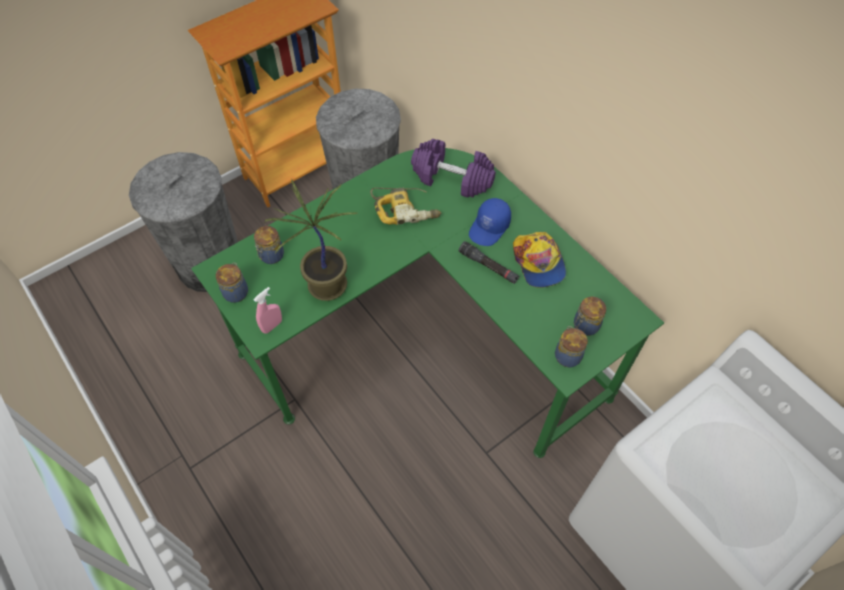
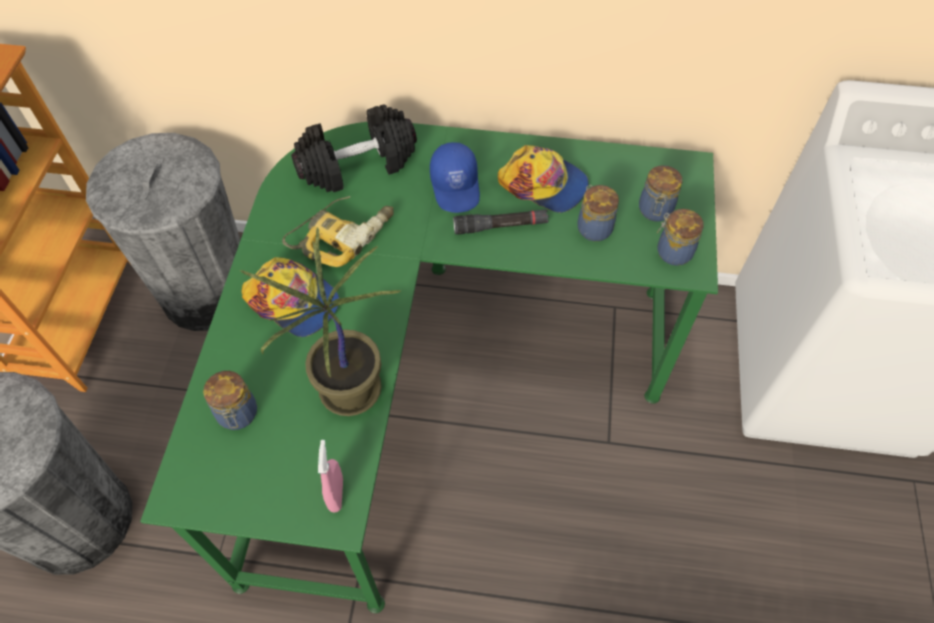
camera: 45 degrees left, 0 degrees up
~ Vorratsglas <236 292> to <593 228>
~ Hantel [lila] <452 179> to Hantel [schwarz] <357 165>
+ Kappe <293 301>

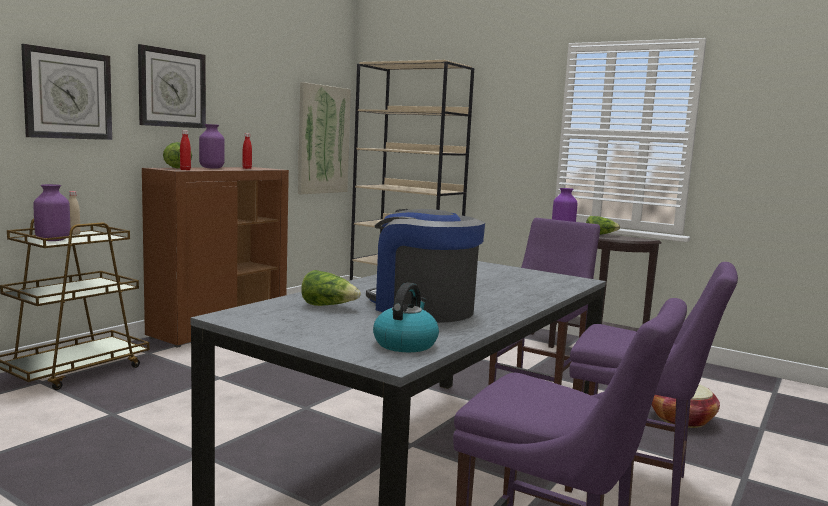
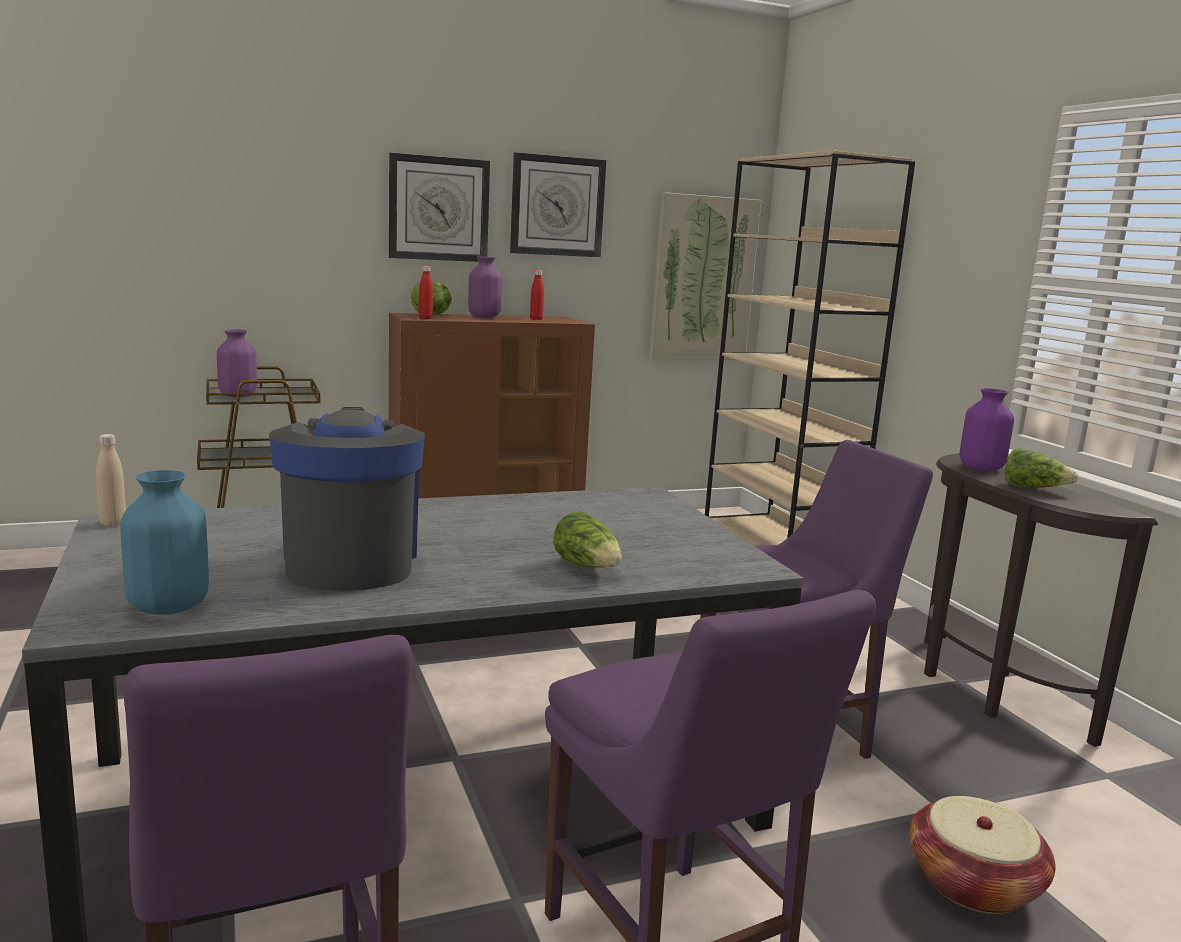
camera: 35 degrees right, 5 degrees up
~ Wanduhr <68 94> to <557 206>
~ Flasche [beige] <74 234> to <113 524>
~ Salatkopf <328 306> to <588 567>
~ Wasserkessel <405 344> to Vase [blau] <167 606>

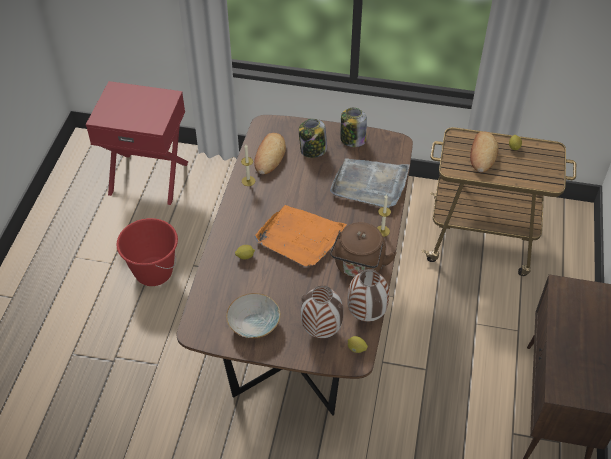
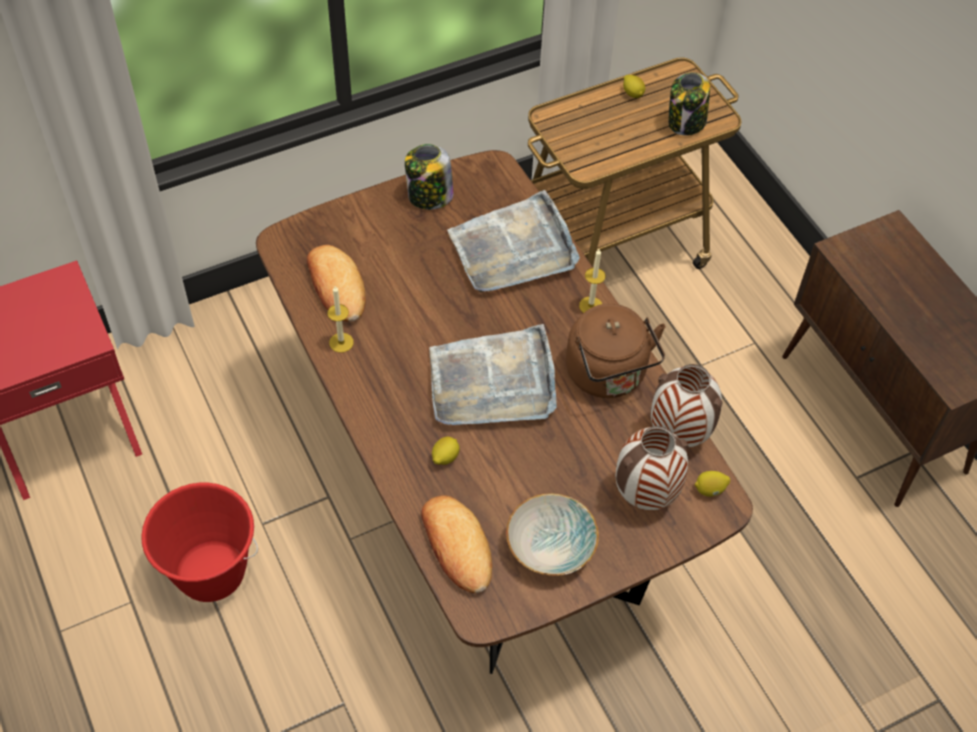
camera: 40 degrees left, 5 degrees up
~ Tablett [orange] <300 237> to Tablett [grau] <493 382>
~ Vorratsglas <313 150> to <686 122>
~ Brot <482 154> to <456 547>

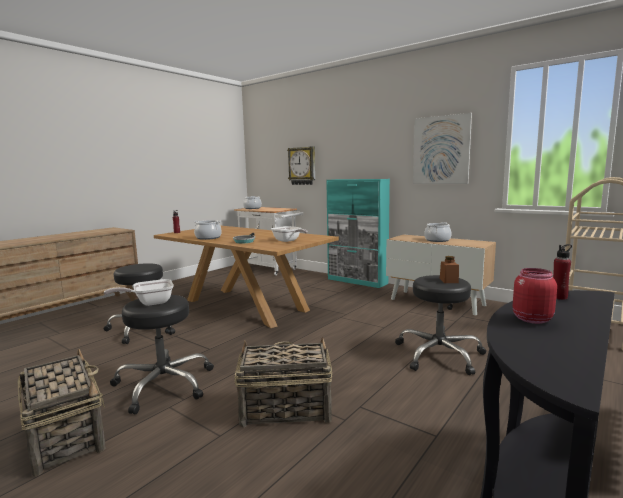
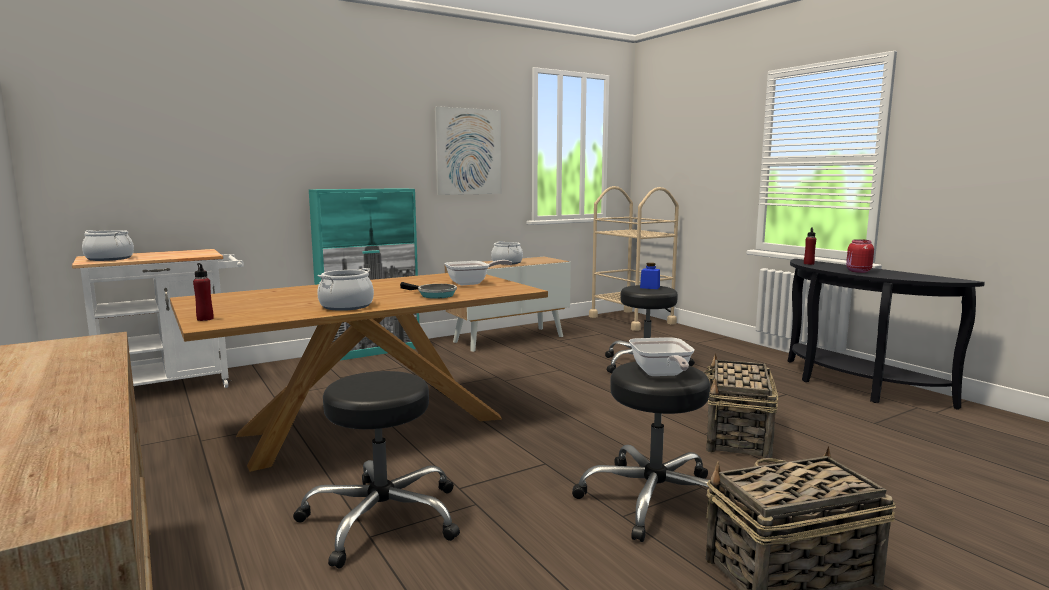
camera: 70 degrees left, 0 degrees up
- Wanduhr <302 166>
~ Vorratsglas [braun] <449 280> to Vorratsglas [blau] <650 287>

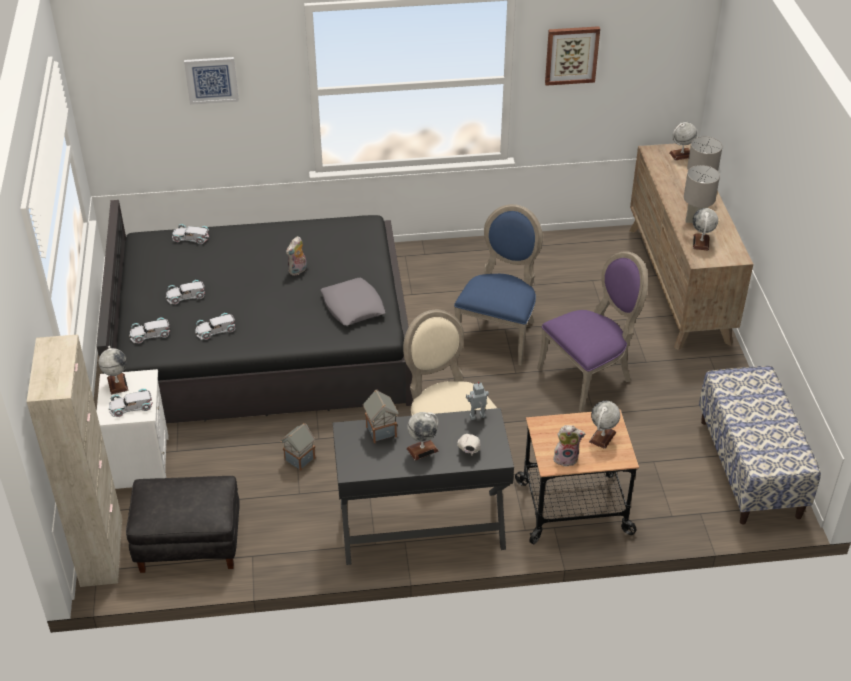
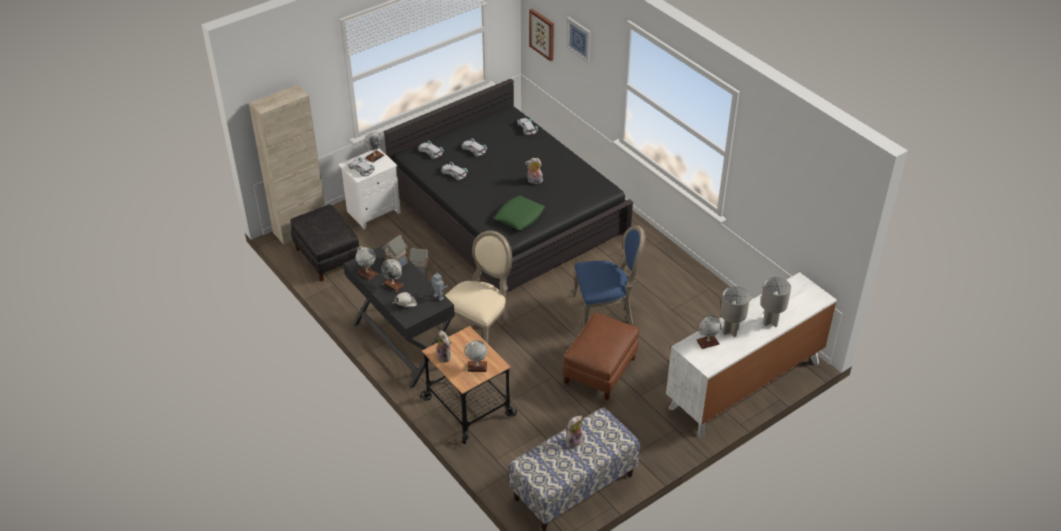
camera: 60 degrees right, 0 degrees up
~ Kissen [grau] <352 306> to Kissen [grün] <519 216>
~ Stuhl [lila] <589 375> to Polsterhocker [braun] <600 371>
~ Bild <571 55> to <542 34>
~ Kommode [braun] <679 284> to Kommode [weiß] <744 385>
~ Globus <681 155> to <367 273>
+ Plüschtier <573 441>

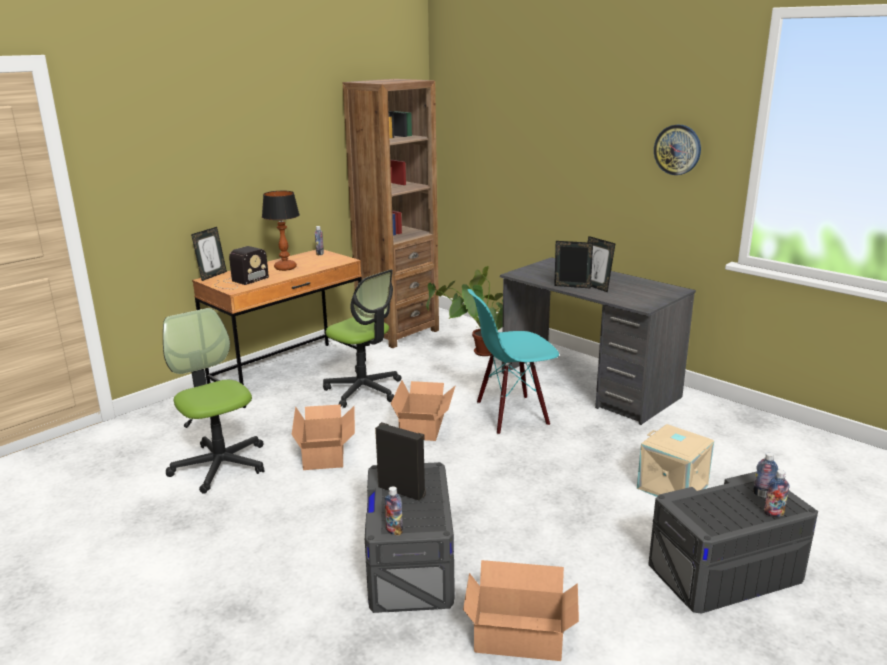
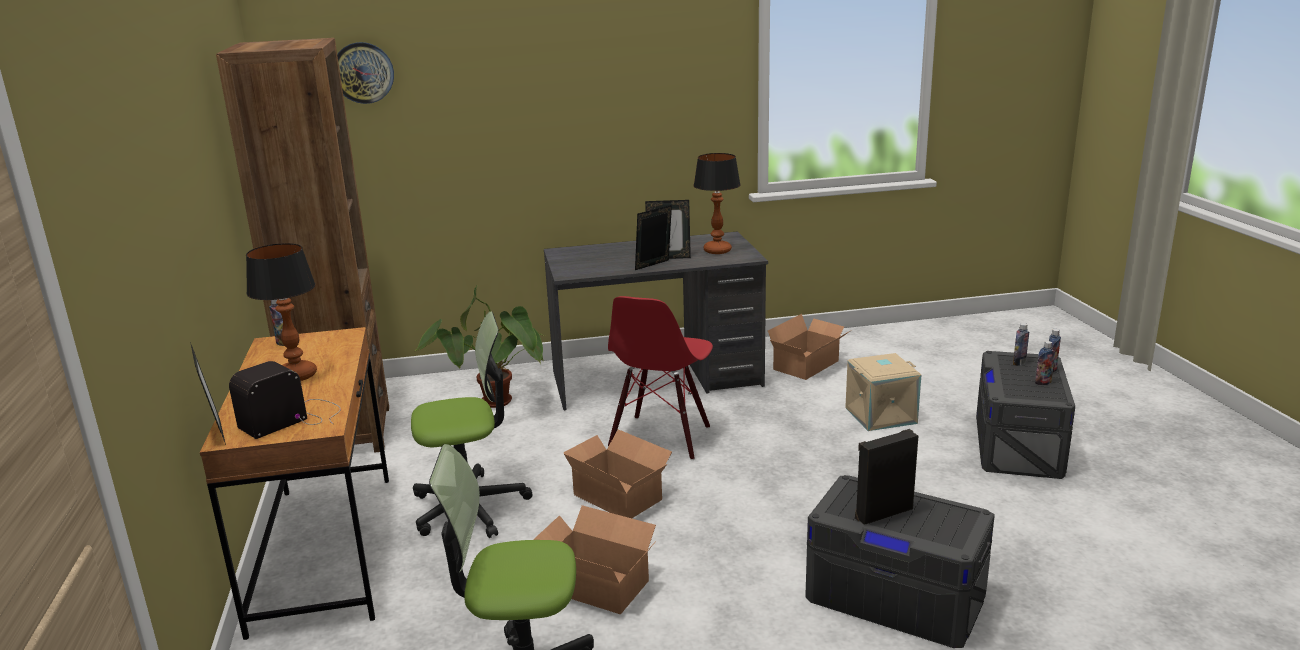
camera: 55 degrees left, 0 degrees up
~ Radio <239 282> = <294 417> 120 degrees counterclockwise
~ Flasche <394 531> to <1043 383>
~ Karton <520 638> to <809 365>
~ Stuhl [türkis] <511 414> to Stuhl [rot] <661 438>
~ Wanduhr <677 149> to <363 72>
+ Tischlampe <717 251>

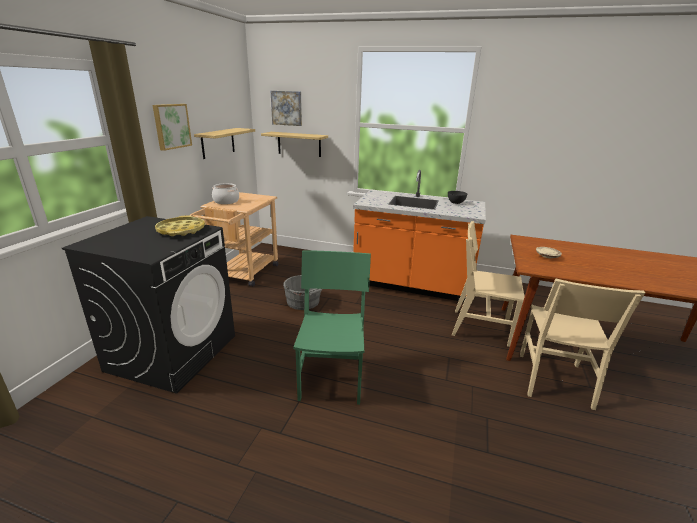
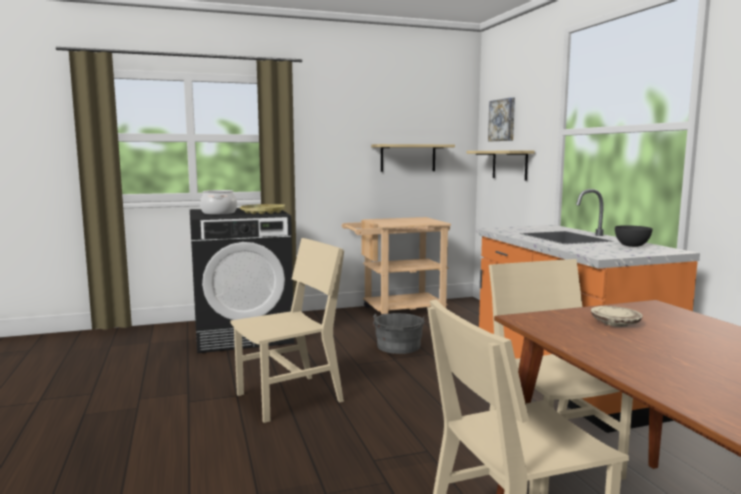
camera: 55 degrees right, 15 degrees down
- Bild <171 126>
~ Kochtopf <226 201> to <219 213>
~ Stuhl [grün] <332 377> to Stuhl [beige] <289 398>

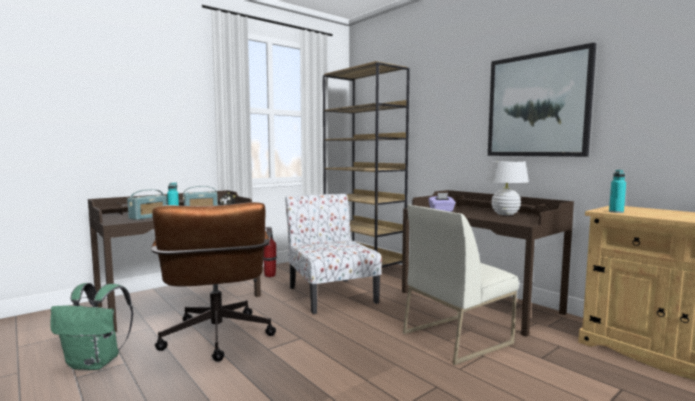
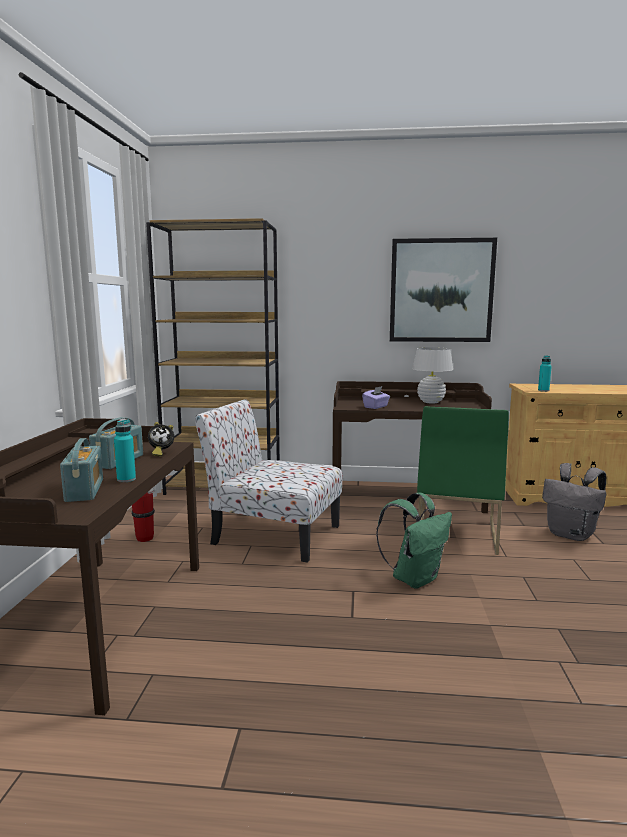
camera: 45 degrees left, 5 degrees up
~ Rucksack [grün] <96 363> to <415 578>
- Bürostuhl [braun] <217 340>
~ Stuhl [weiß] <456 337> to Stuhl [grün] <455 532>
+ Rucksack [grau] <571 535>

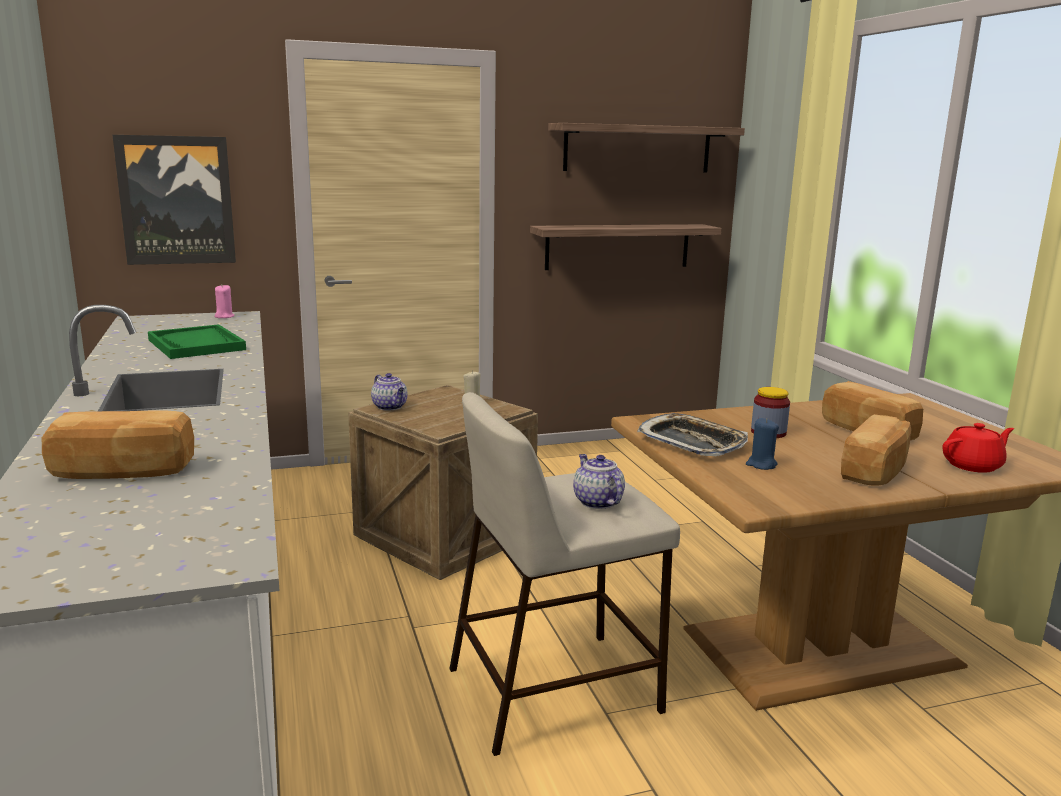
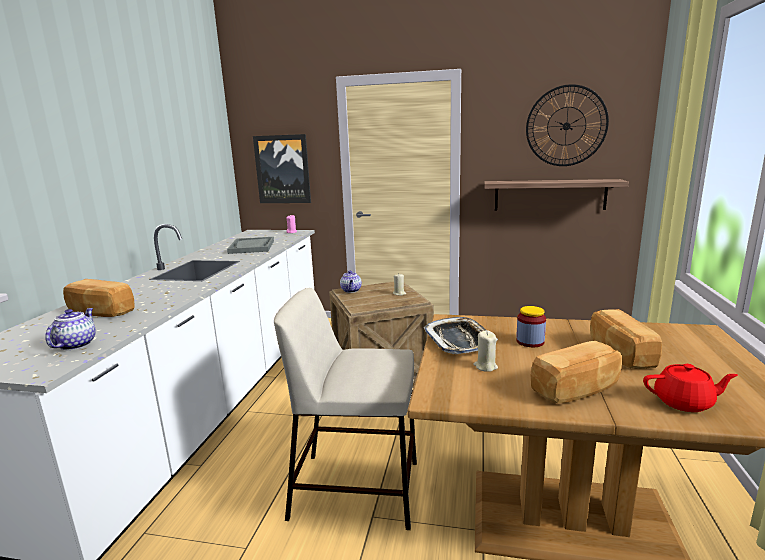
camera: 30 degrees right, 0 degrees up
~ Tablett [grün] <196 345> to Tablett [grau] <252 247>
~ Wandregal <637 148> to Wanduhr <566 126>
~ Teekanne <596 502> to <76 344>
~ Kerze [blau] <761 465> to Kerze [beige] <485 366>

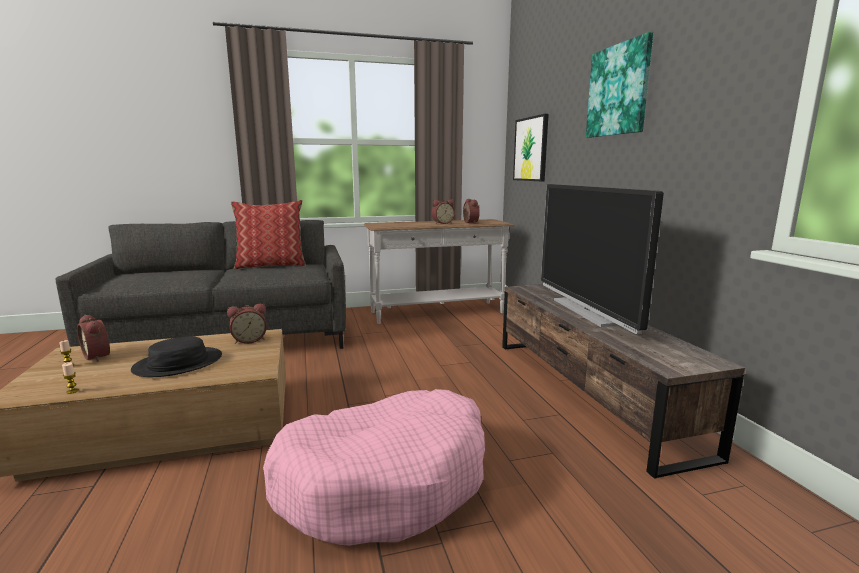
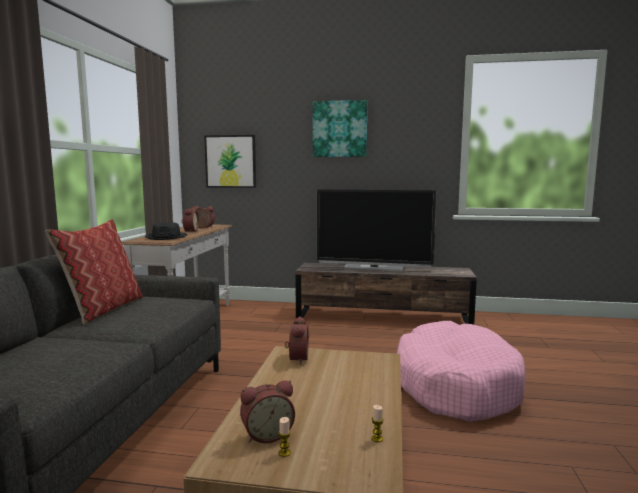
camera: 65 degrees left, 5 degrees down
~ Hut [schwarz] <178 364> to <166 237>

